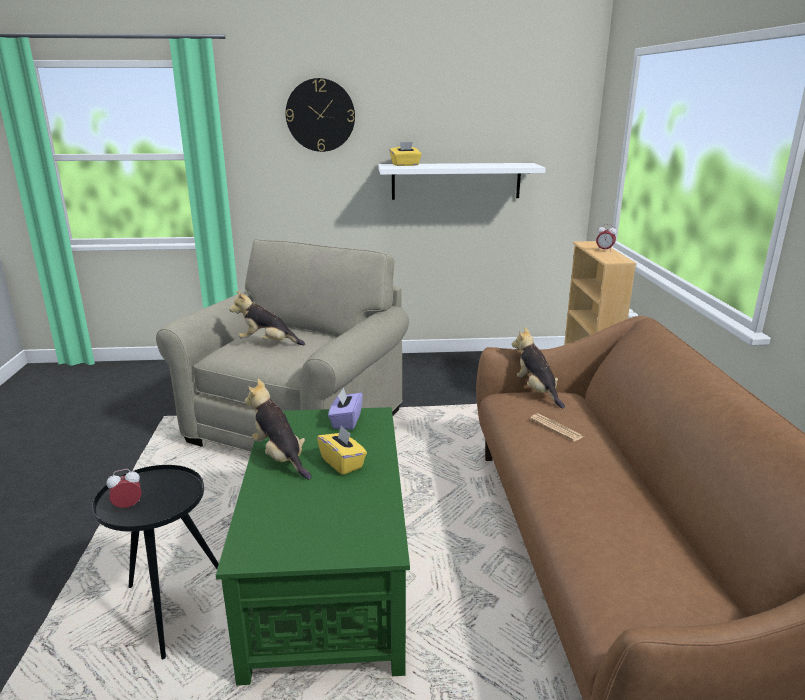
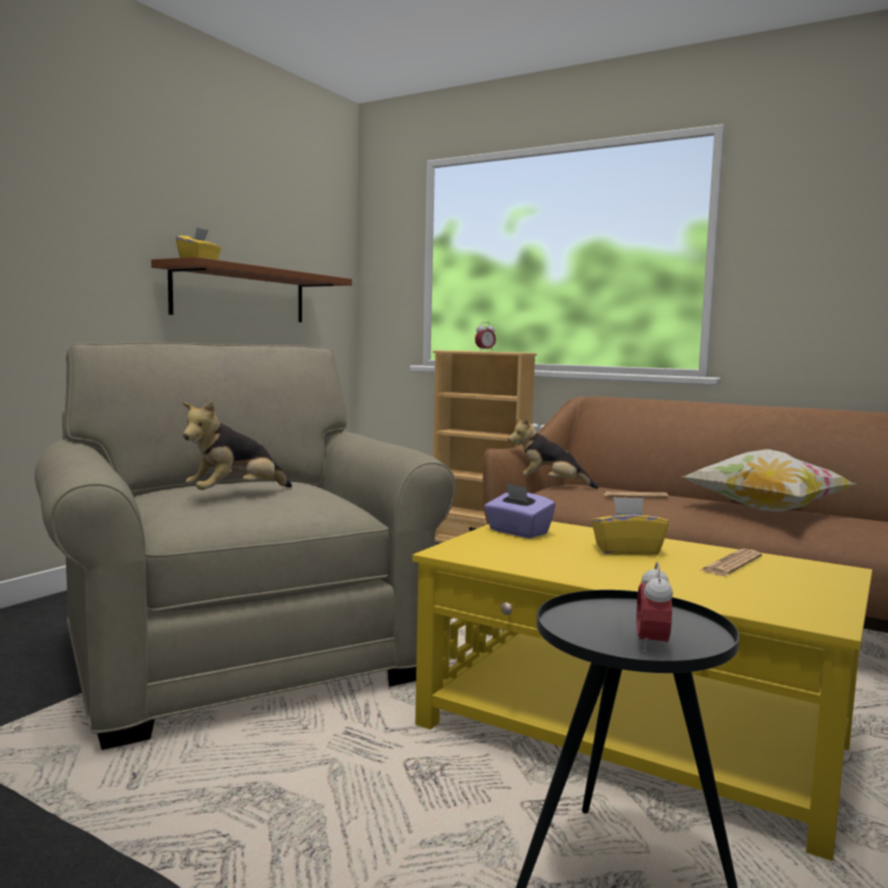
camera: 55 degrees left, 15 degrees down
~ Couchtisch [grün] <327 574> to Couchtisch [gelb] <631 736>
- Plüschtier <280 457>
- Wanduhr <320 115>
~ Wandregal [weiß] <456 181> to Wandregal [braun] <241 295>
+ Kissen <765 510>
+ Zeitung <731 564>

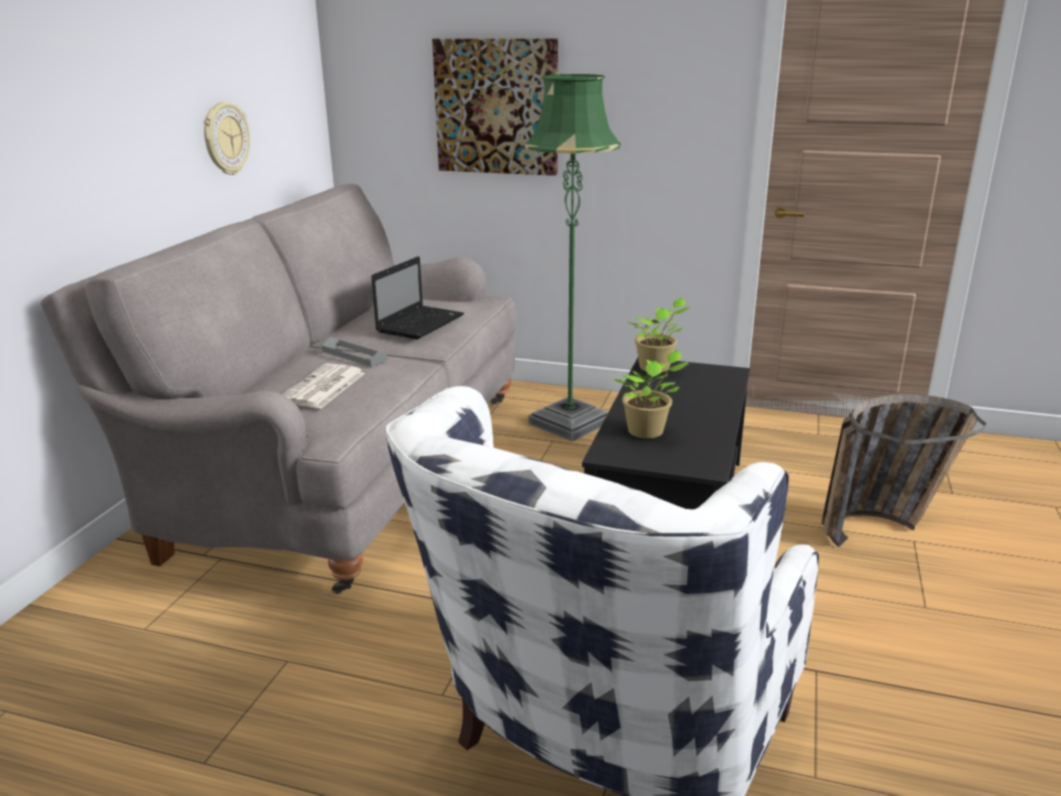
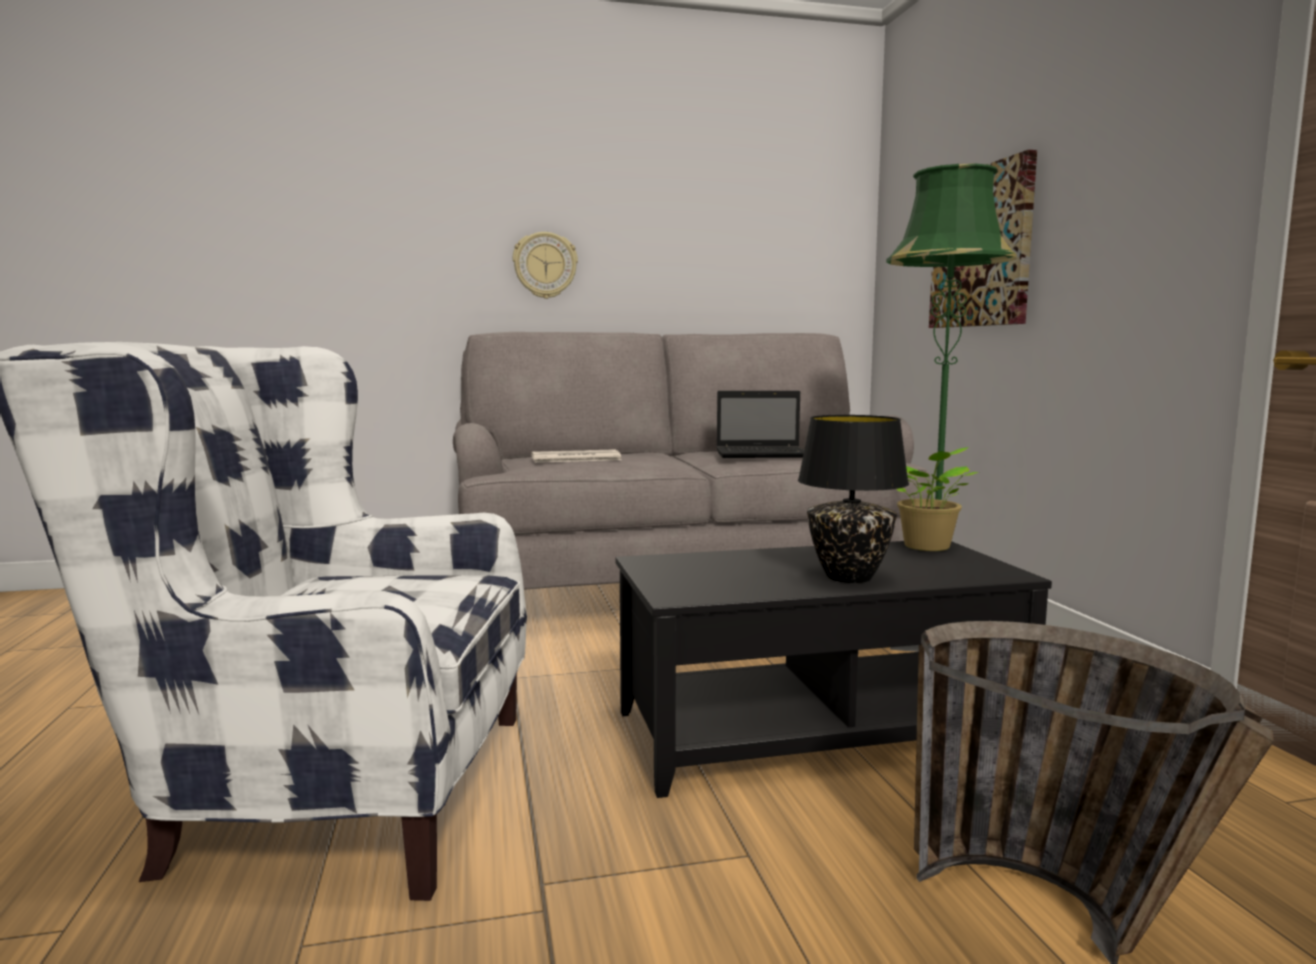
camera: 60 degrees right, 15 degrees down
~ Wanduhr <225 138> to <545 265>
- Tablett [grau] <354 355>
- Topfpflanze <648 432>
+ Tischlampe [schwarz] <849 577>

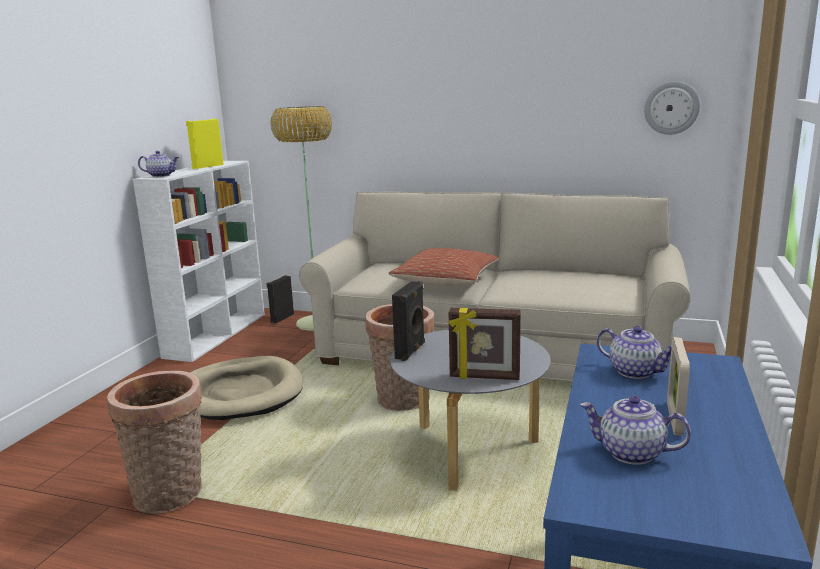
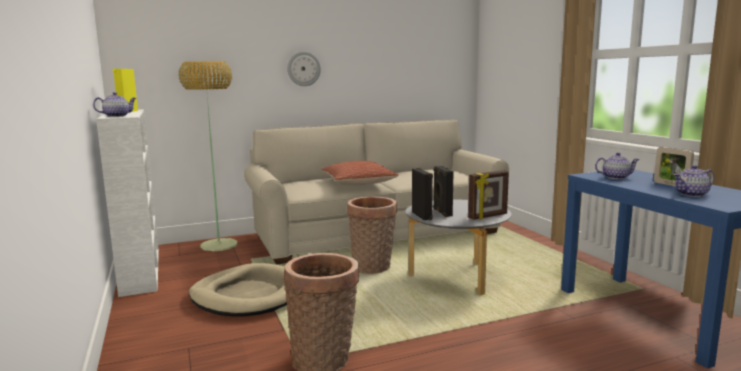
camera: 40 degrees left, 5 degrees down
~ Lautsprecher [schwarz] <281 318> to <441 212>
~ Wanduhr <671 108> to <303 68>

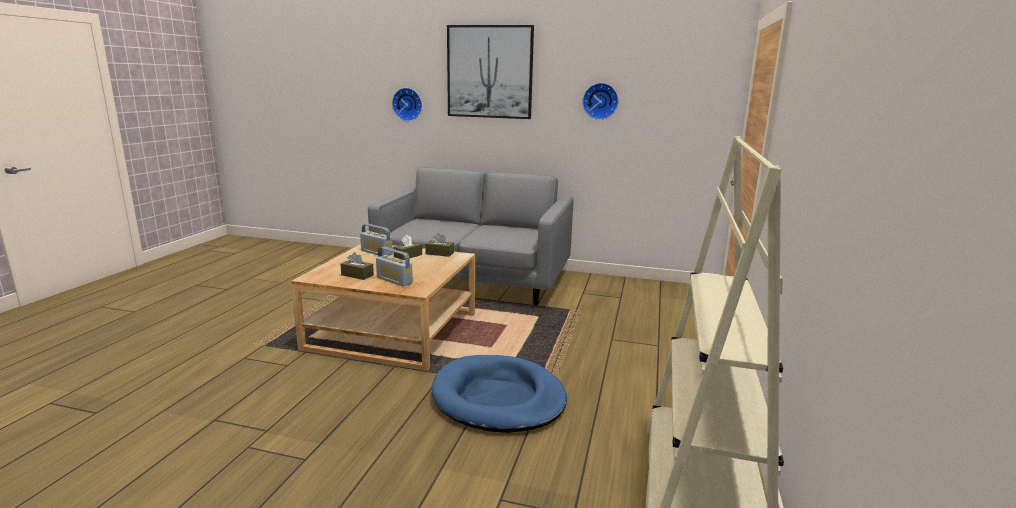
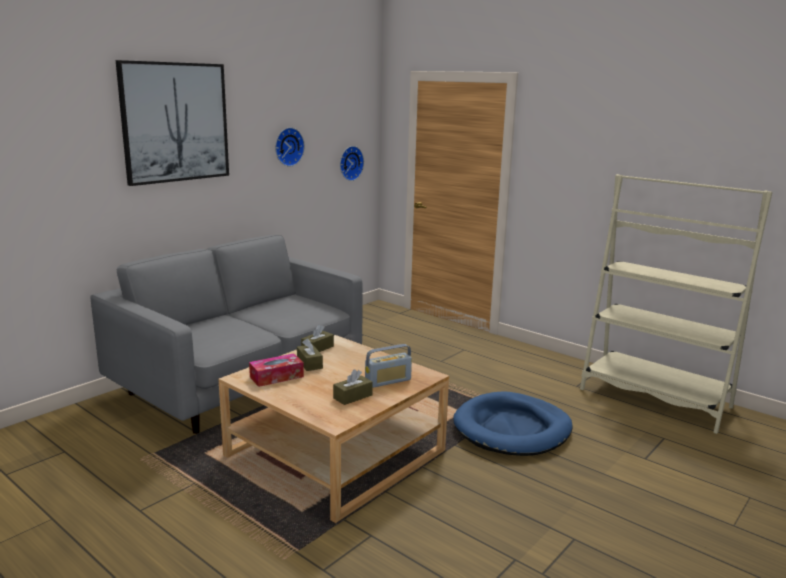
camera: 65 degrees left, 0 degrees up
~ Radio <376 252> to Taschentuchbox <276 377>
~ Wanduhr <408 104> to <350 163>

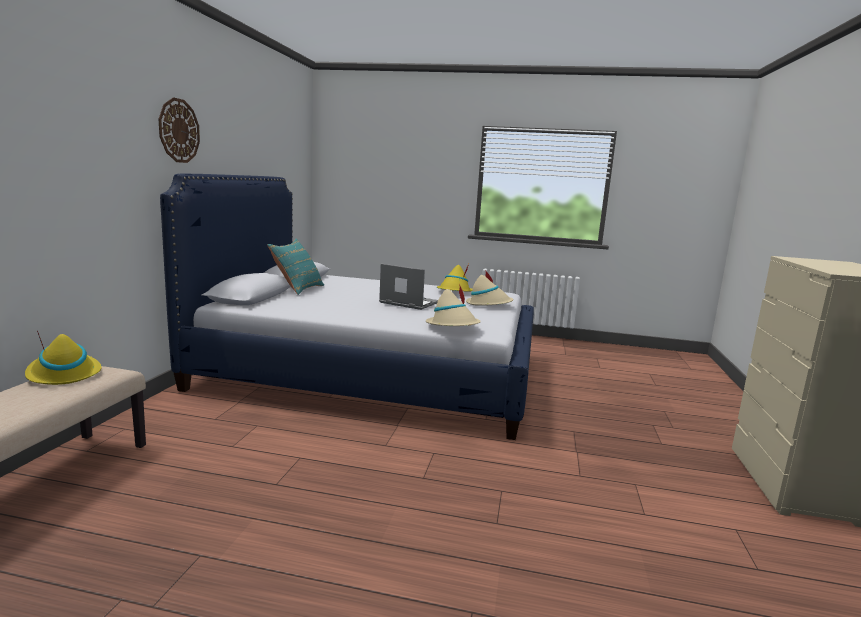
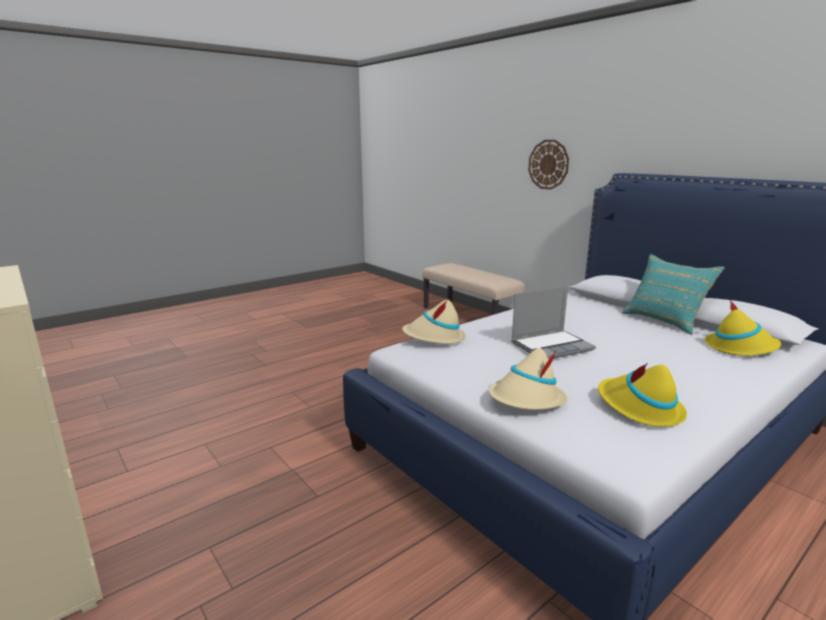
camera: 130 degrees right, 5 degrees up
~ Hut [gelb] <63 374> to <740 348>
~ Wanduhr <179 131> to <548 164>

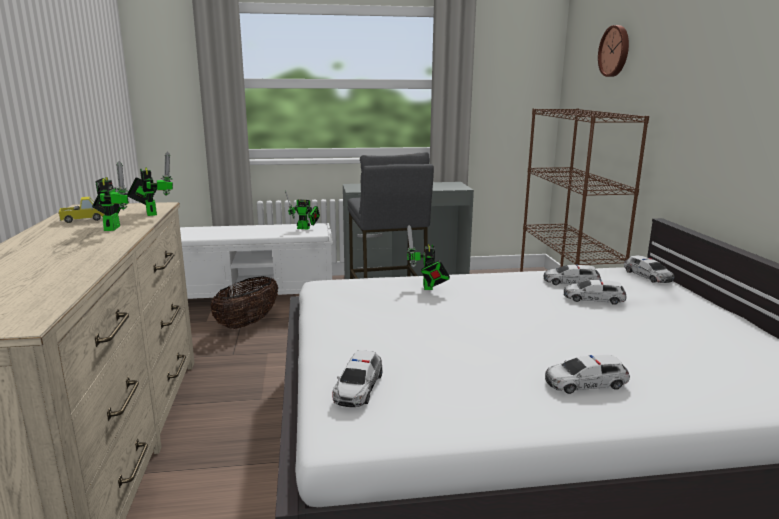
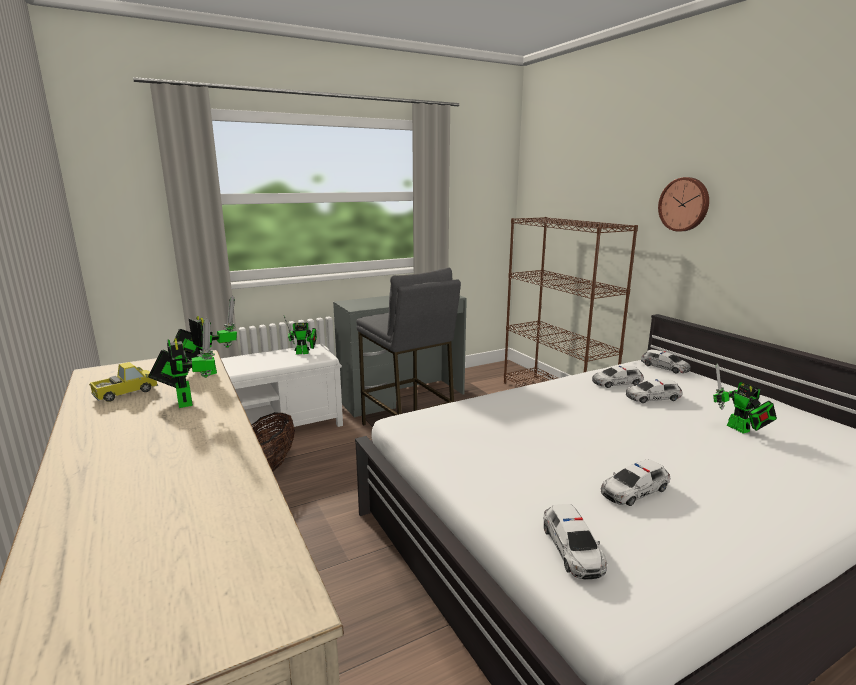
camera: 20 degrees left, 0 degrees up
~ Spielzeugroboter <428 288> to <741 430>
~ Spielzeugauto <585 383> to <634 490>
~ Wanduhr <615 51> to <684 204>

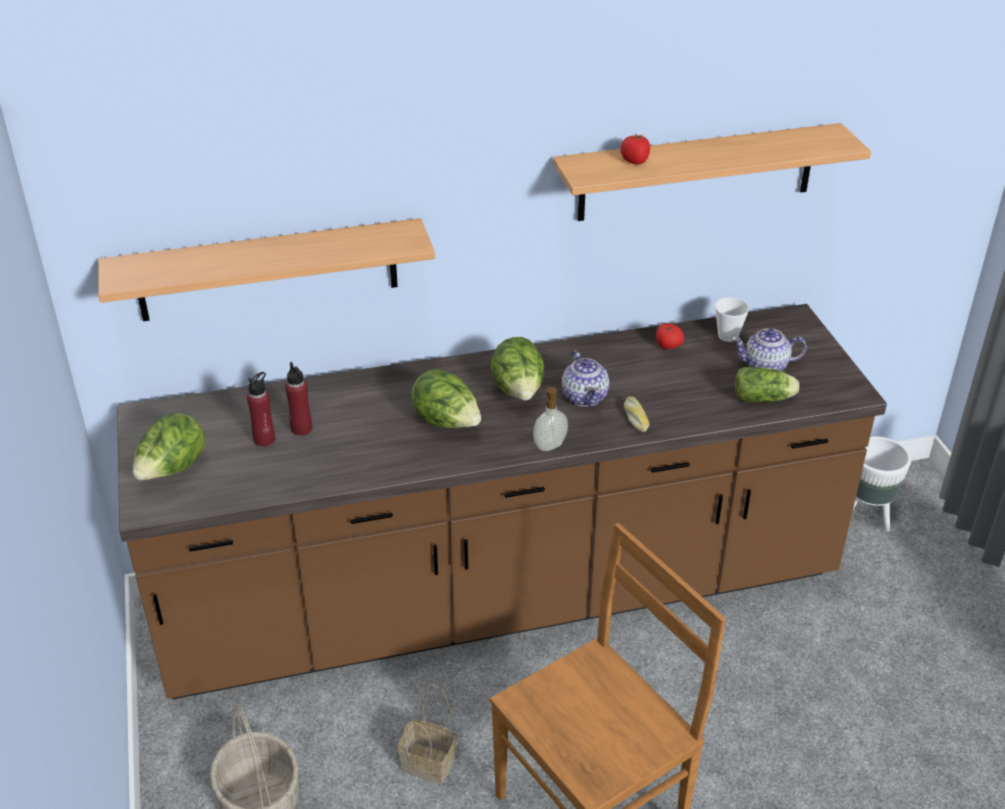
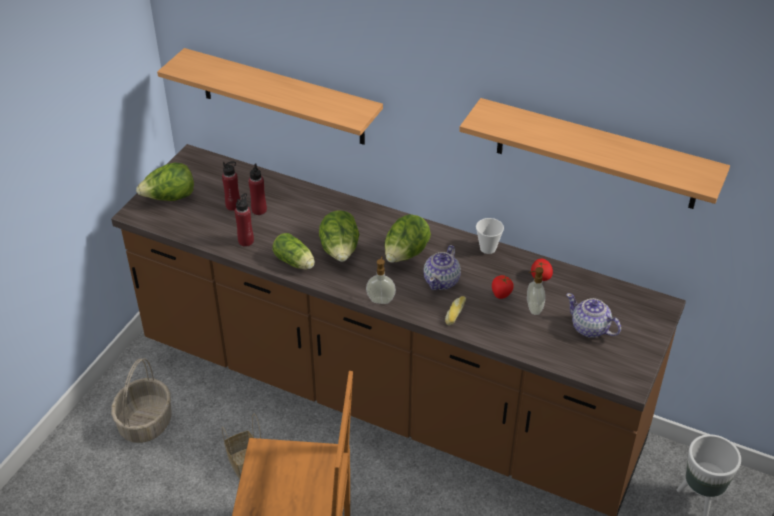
camera: 40 degrees right, 5 degrees up
~ Tomate <635 161> to <501 293>
~ Tasse <728 336> to <488 248>
~ Salatkopf <765 398> to <295 262>
+ Flasche [rot] <246 241>
+ Seifenspender <533 308>

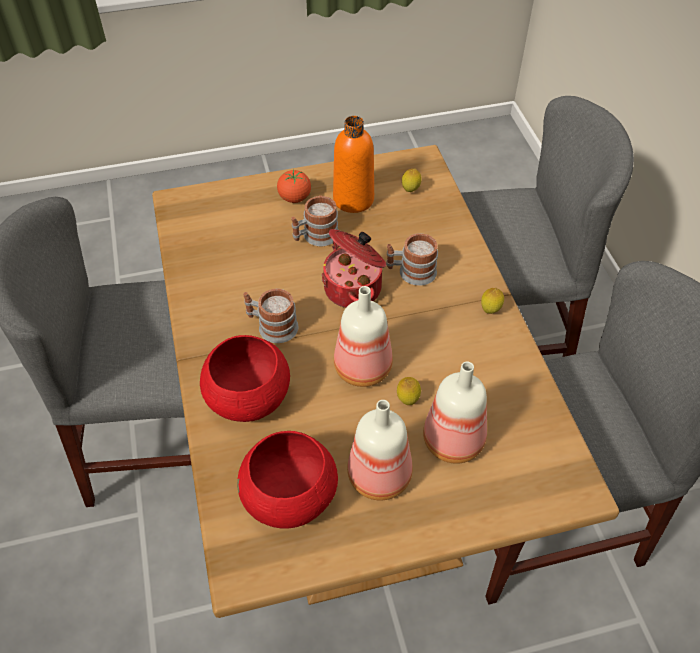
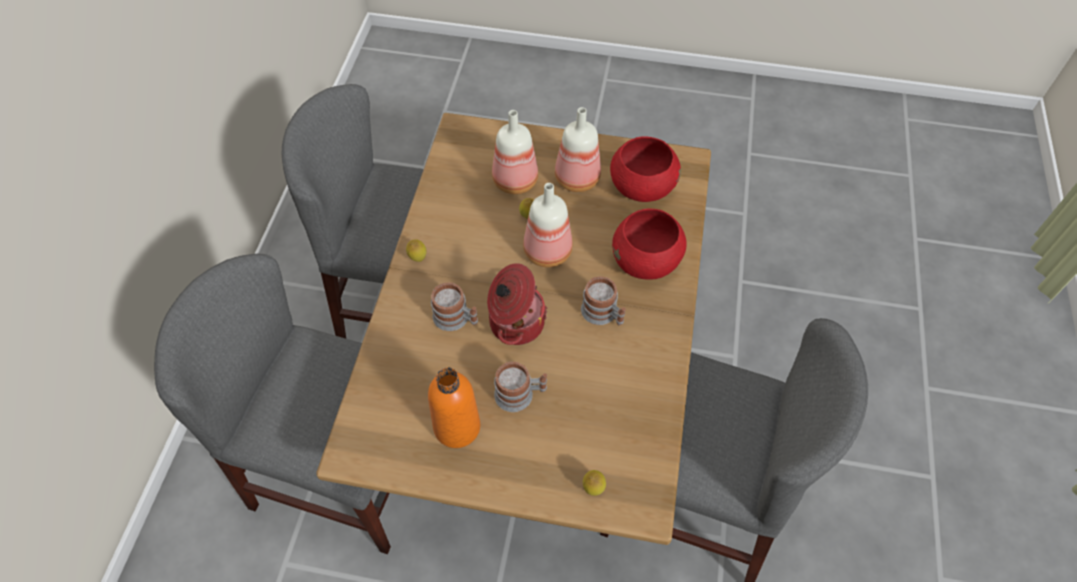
camera: 155 degrees left, 5 degrees up
- Tomate <294 198>
~ Zitrone <410 190> to <593 489>

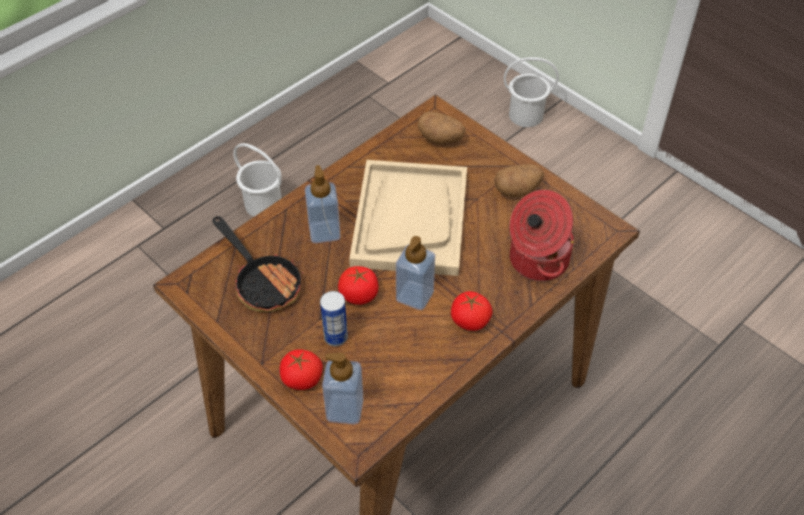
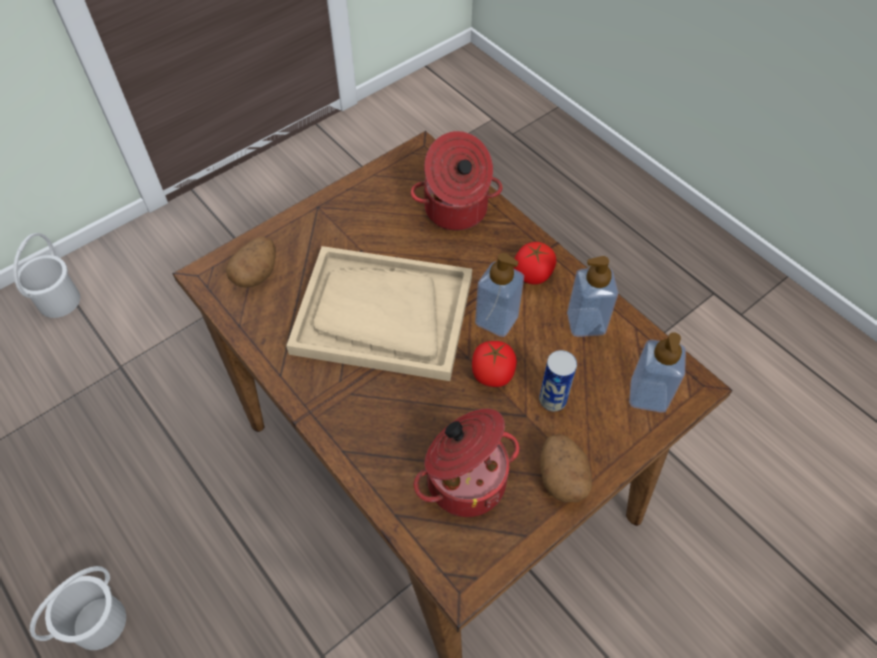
camera: 85 degrees left, 5 degrees up
~ Pfanne <263 282> to Kochtopf <465 479>
- Tomate <302 379>
~ Seifenspender <324 232> to <586 322>
~ Kartoffel <517 190> to <562 477>

